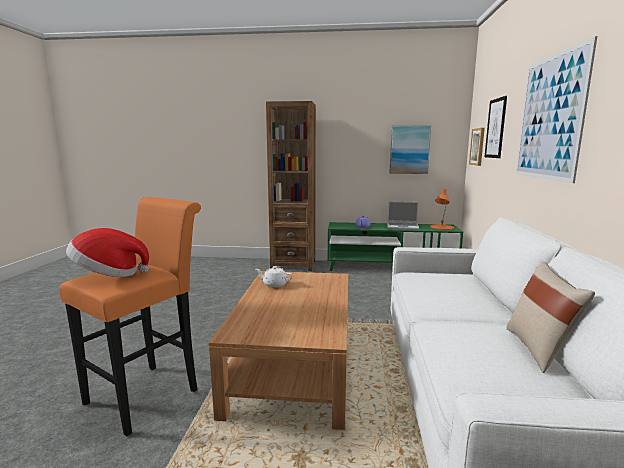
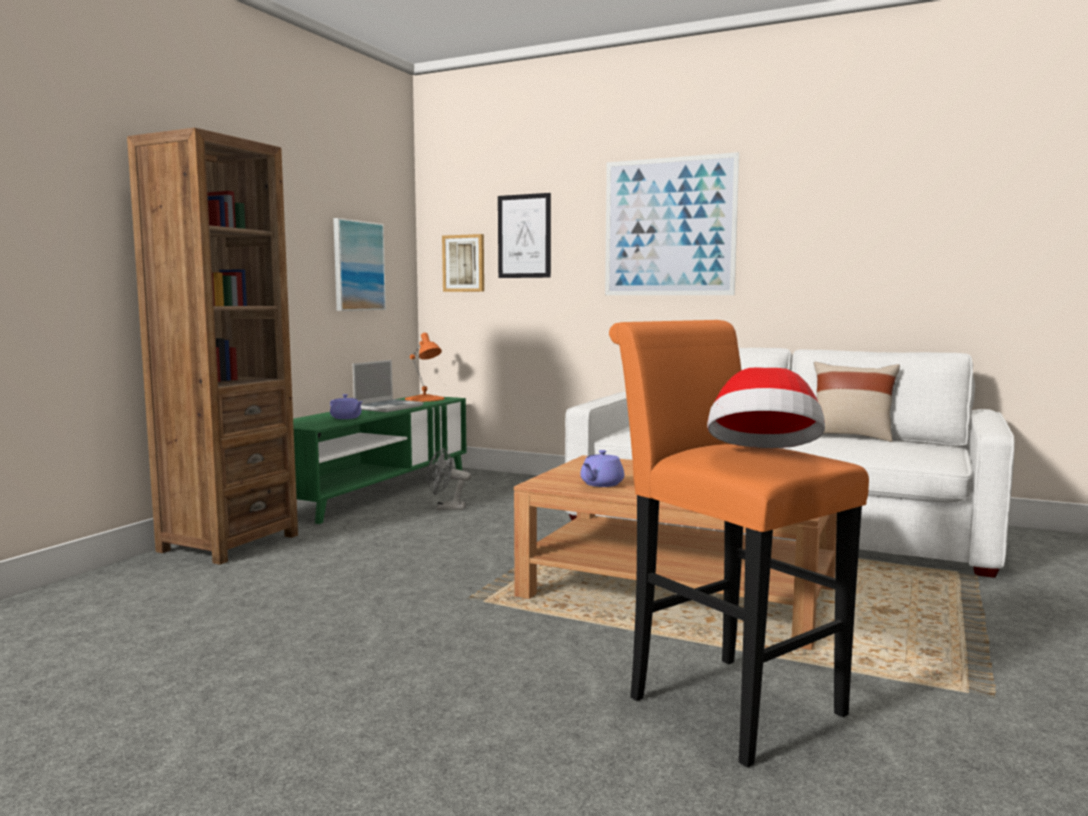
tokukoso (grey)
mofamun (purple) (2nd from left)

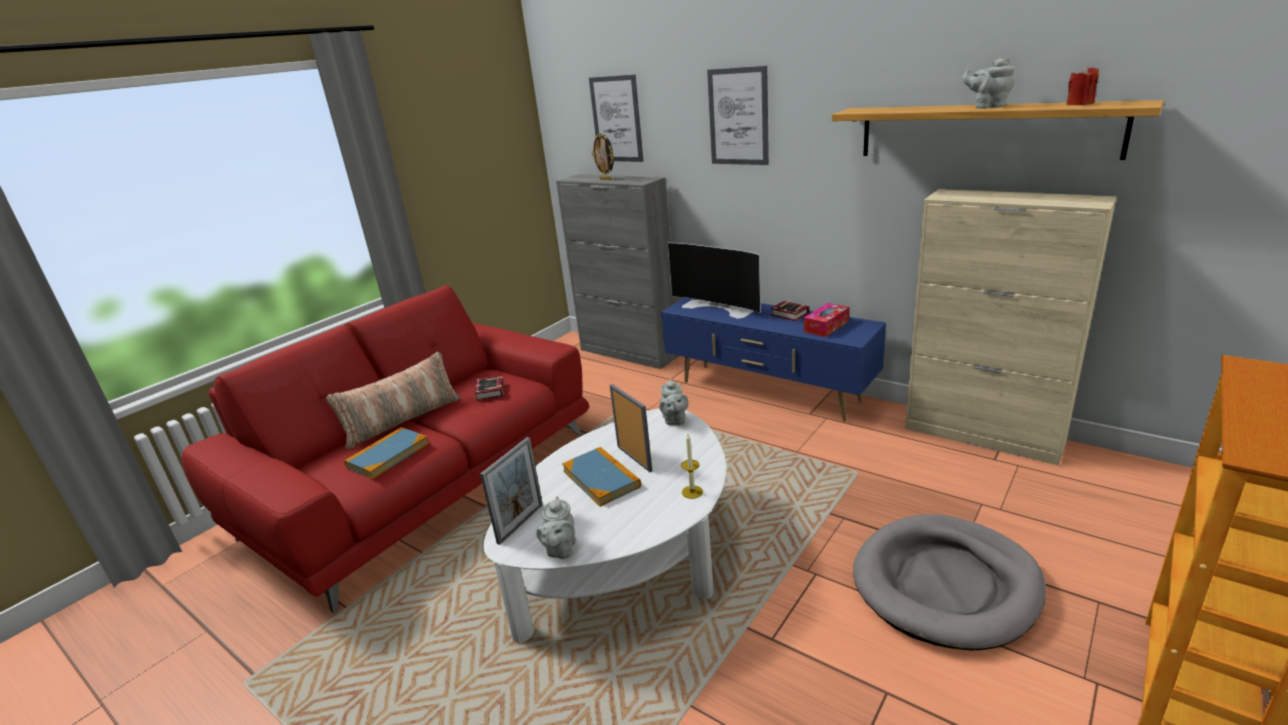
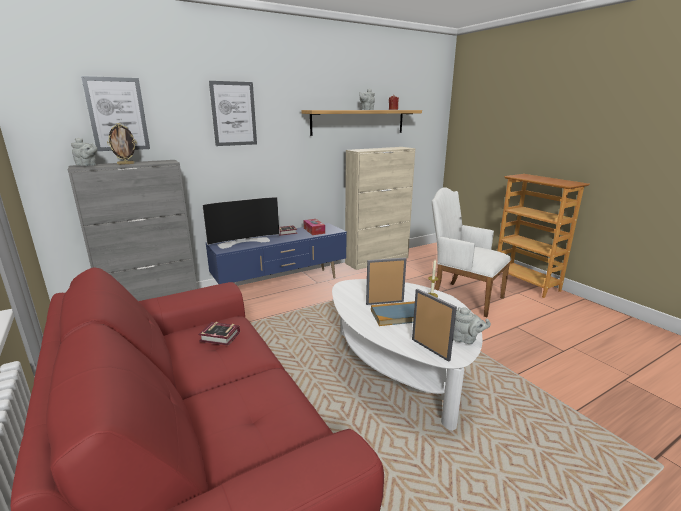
mofamun (grey) (1st from left)
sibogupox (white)
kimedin
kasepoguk (1st from left in the first image)

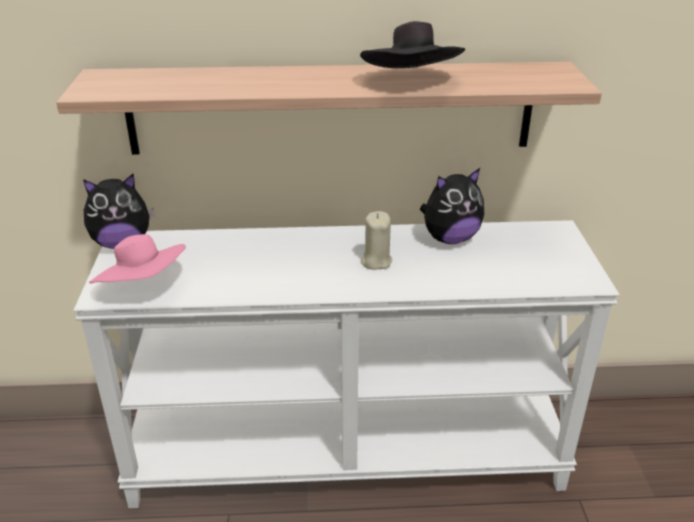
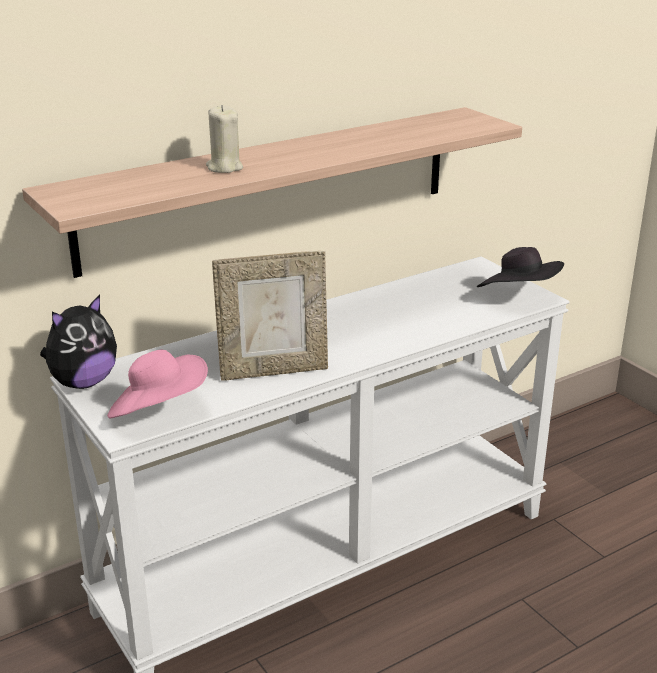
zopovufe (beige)
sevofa
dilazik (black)
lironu (2nd from left in the first image)

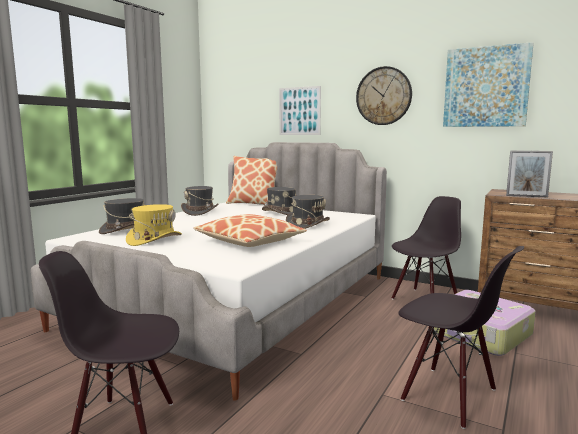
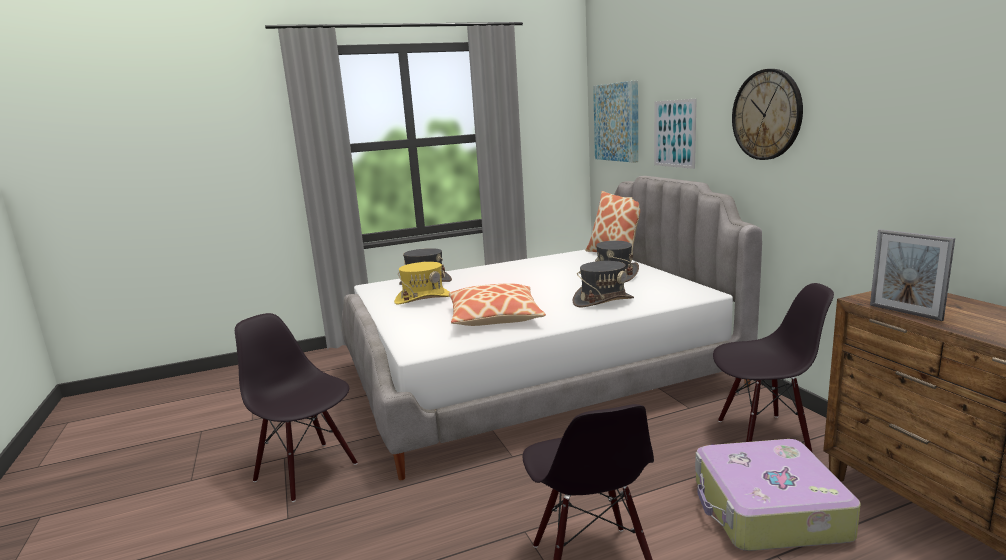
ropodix (1st from left)
dilazik (grey) (2nd from left in the first image)

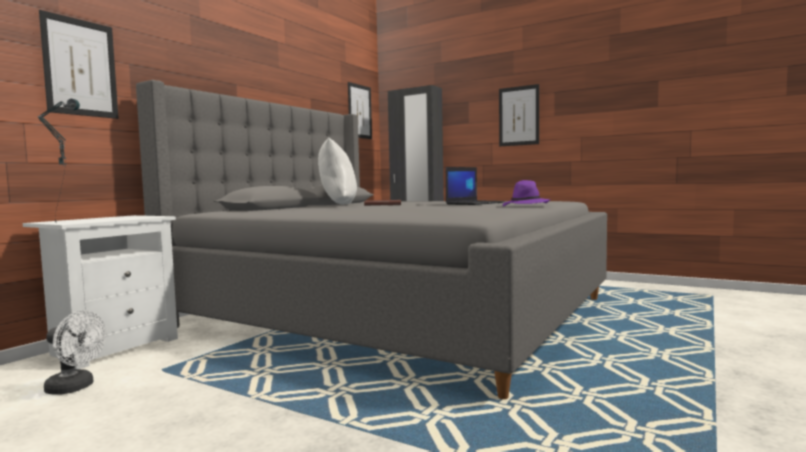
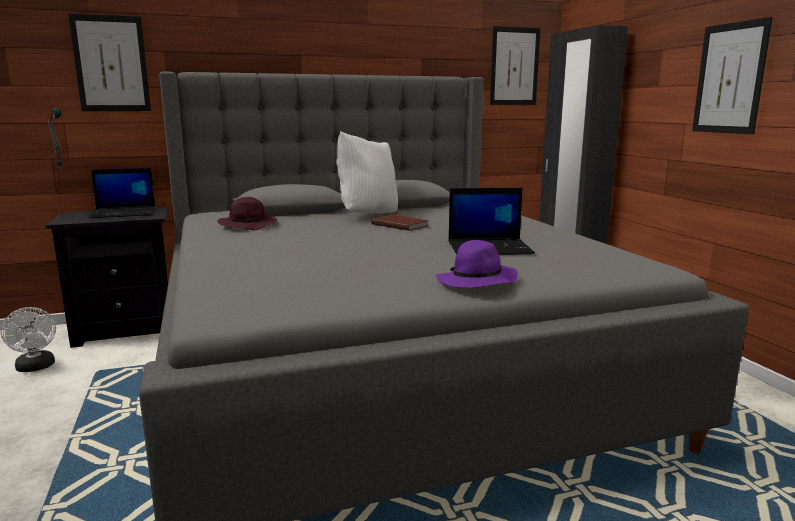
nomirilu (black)
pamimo (1st from left)
dilazik (purple) (1st from left)

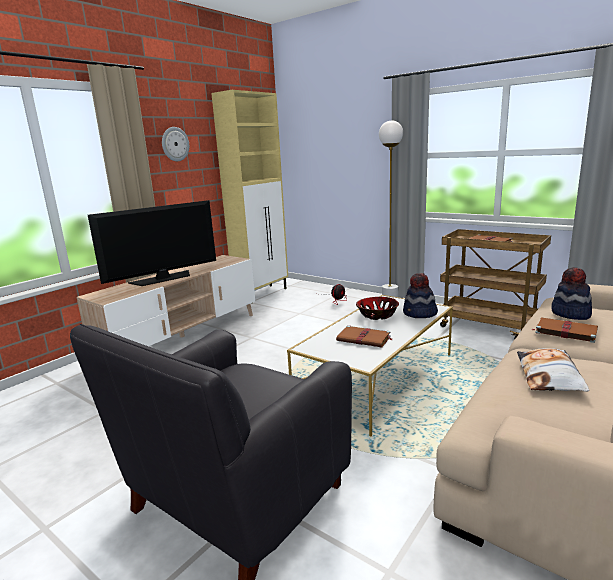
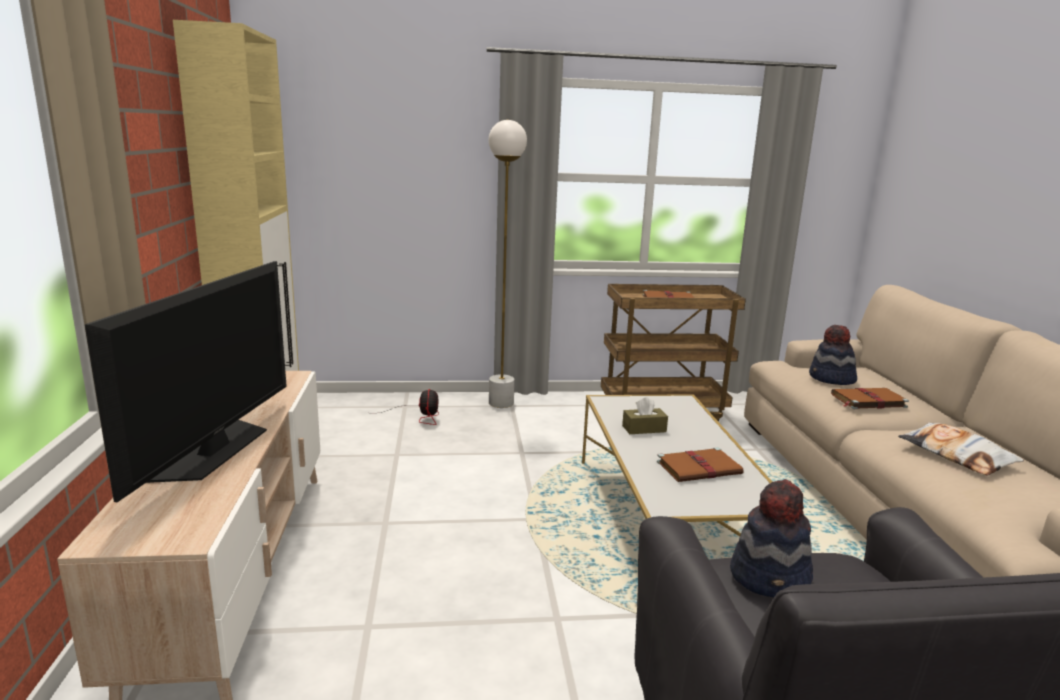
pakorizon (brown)
dilazik (1st from left)
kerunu

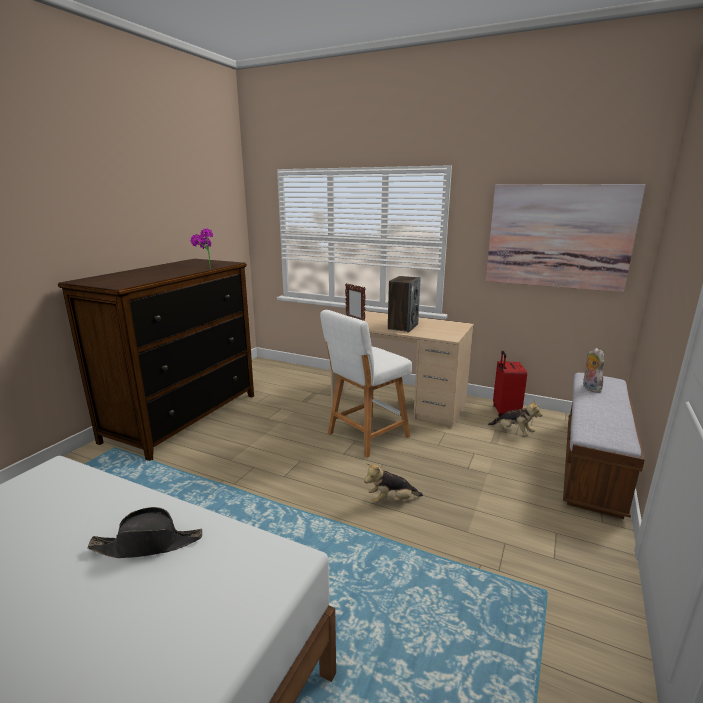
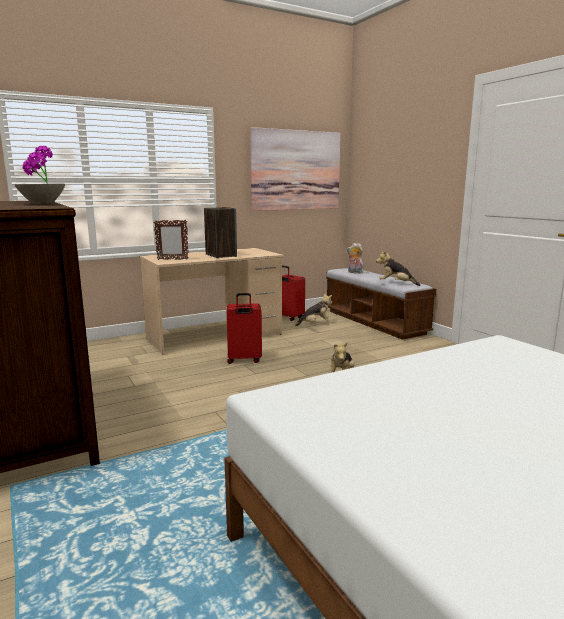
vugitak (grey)
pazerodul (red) (1st from left)
lironu (4th from left)
dilazik (black)

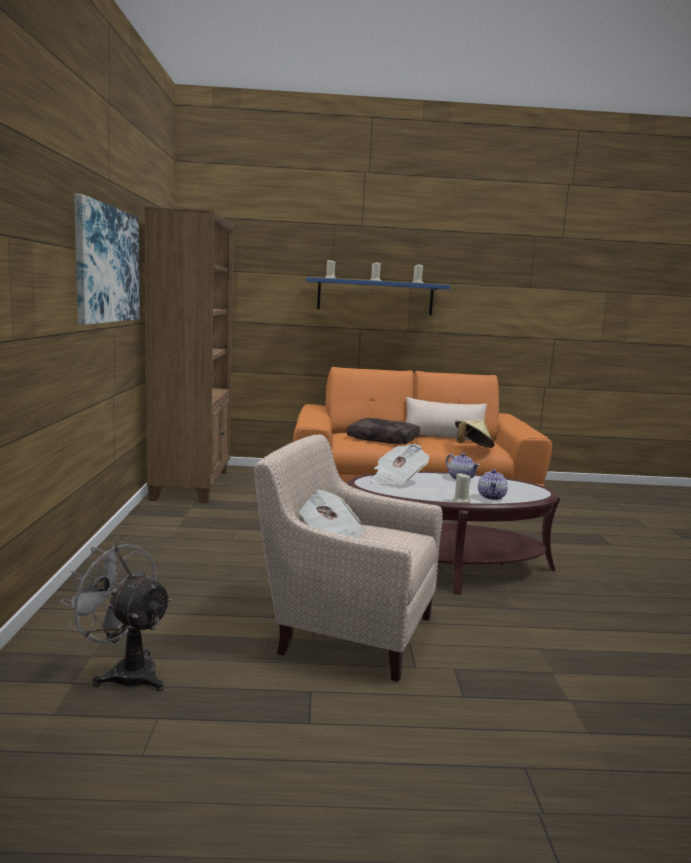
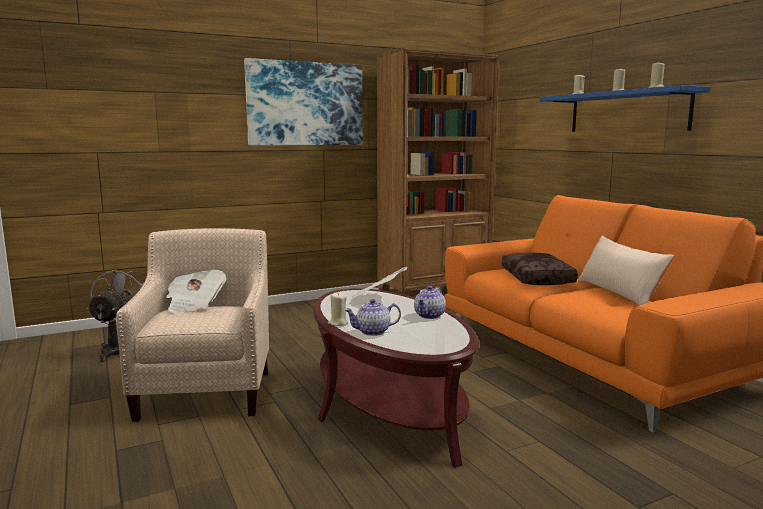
dilazik (beige)

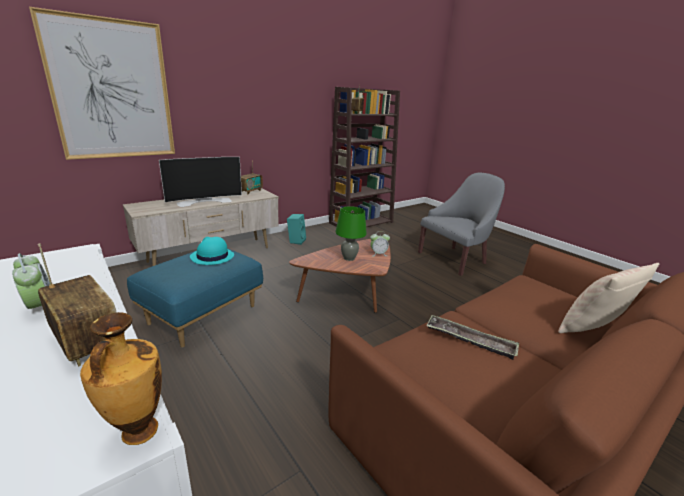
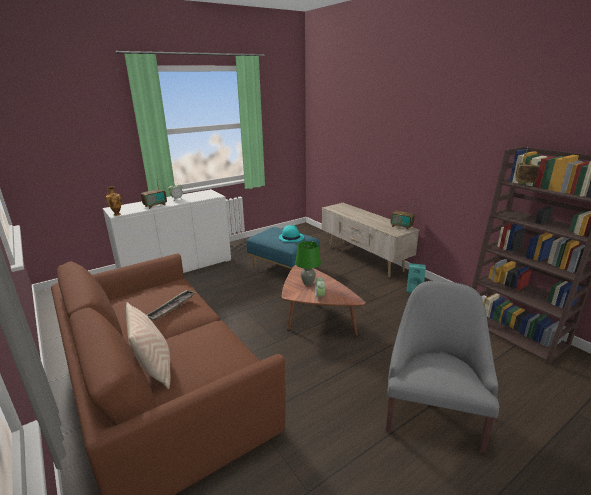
sibogupox (grey)
ropodix
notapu

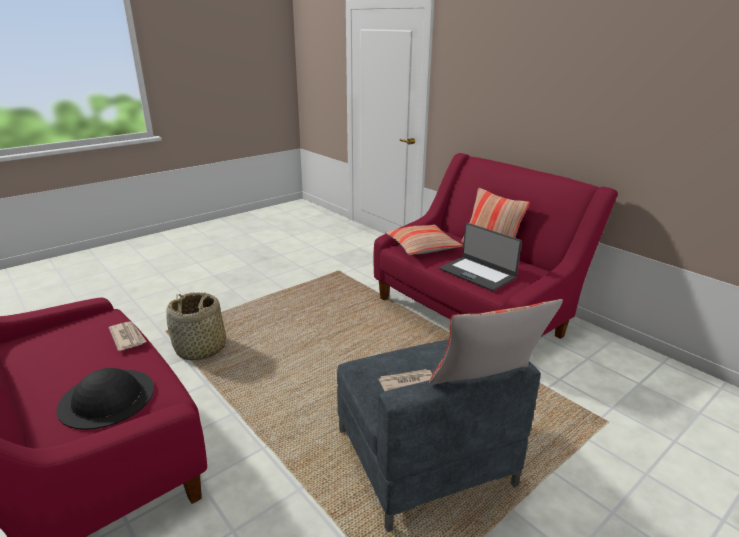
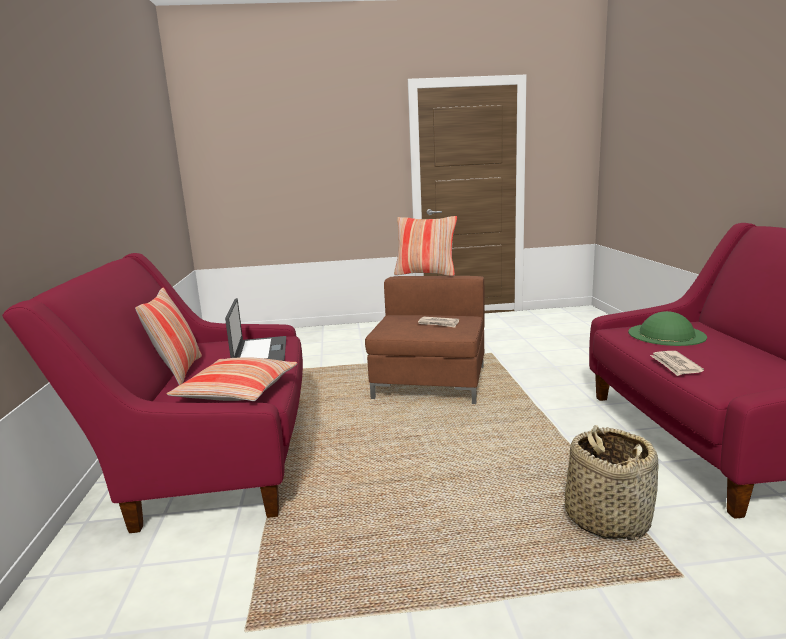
sibogupox (brown)
dilazik (green)

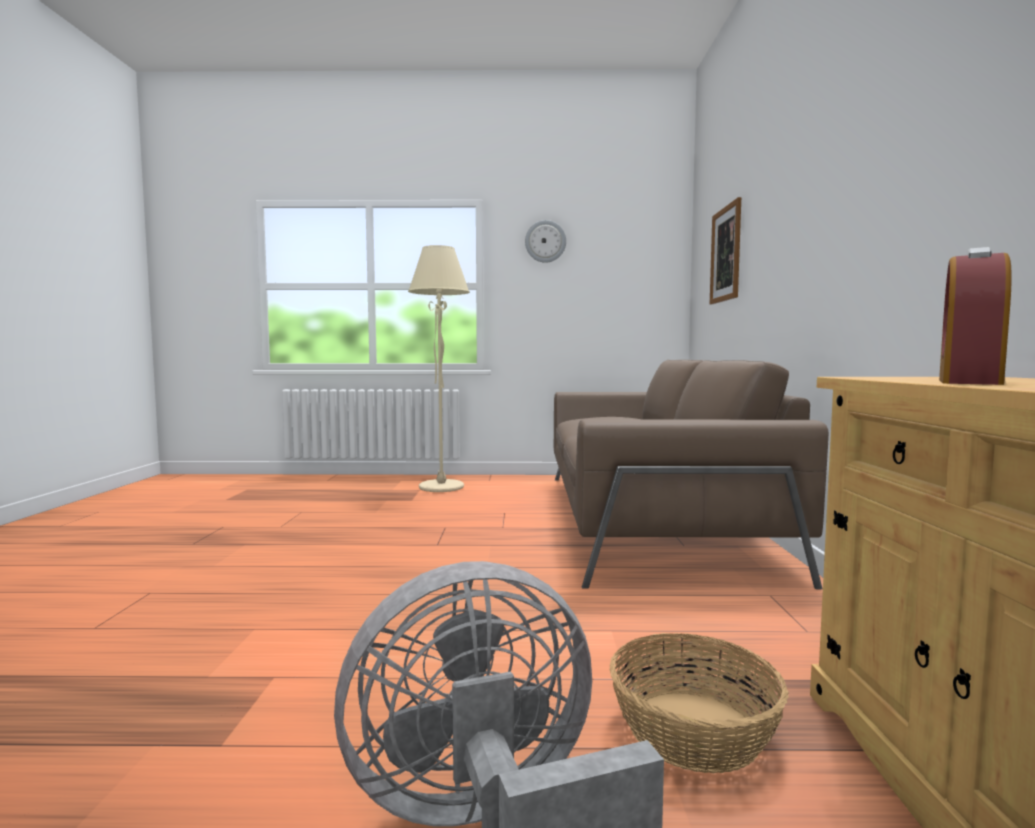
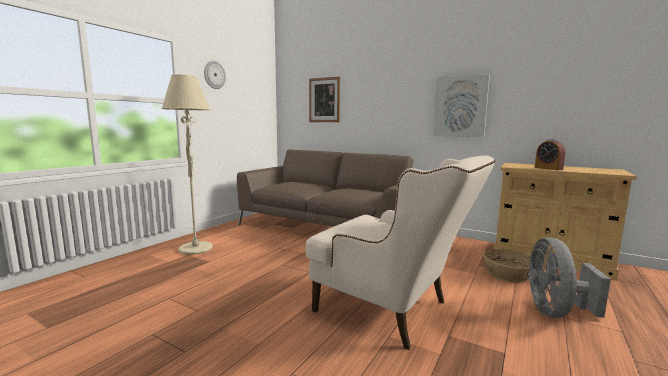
sibogupox (beige)
ropodix (2nd from left)

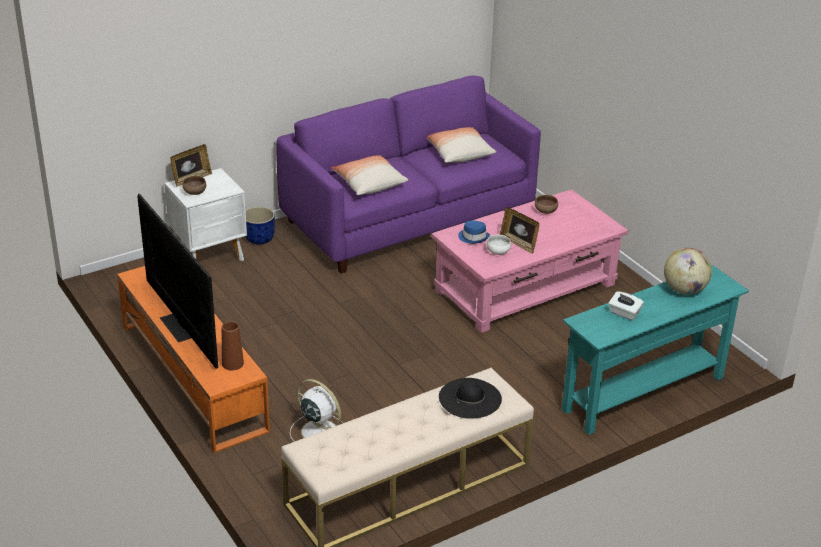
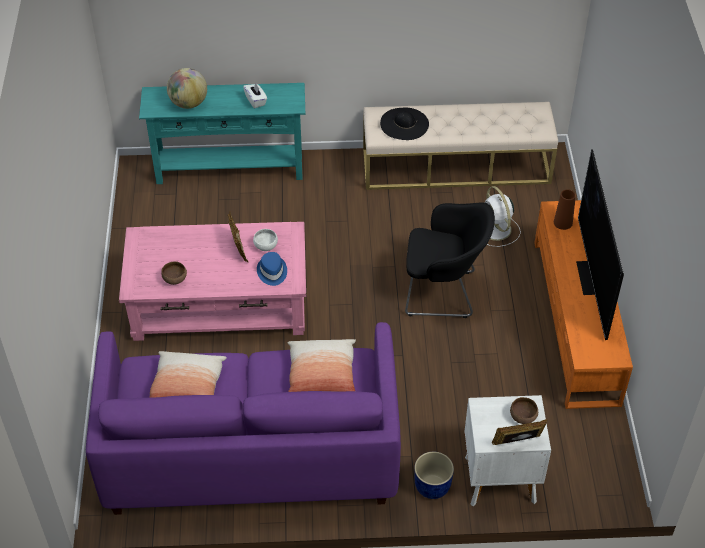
sibogupox (black)

